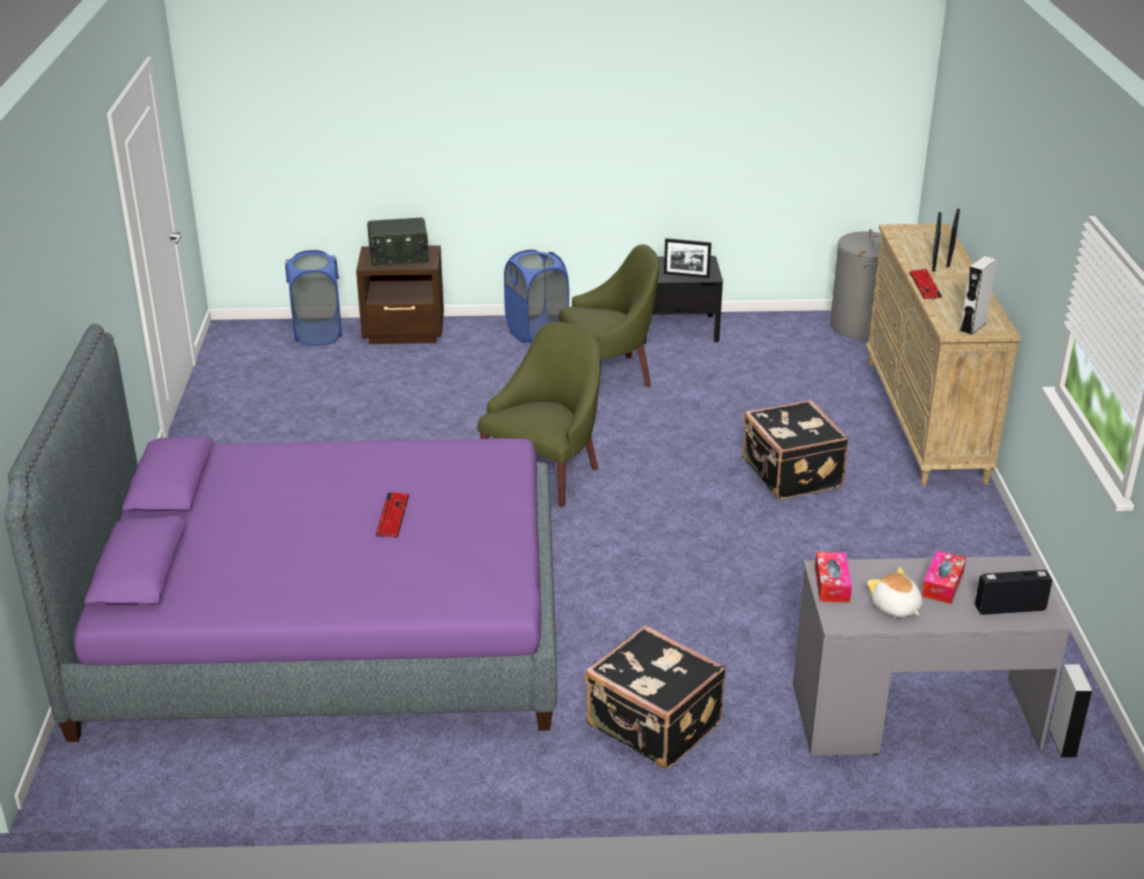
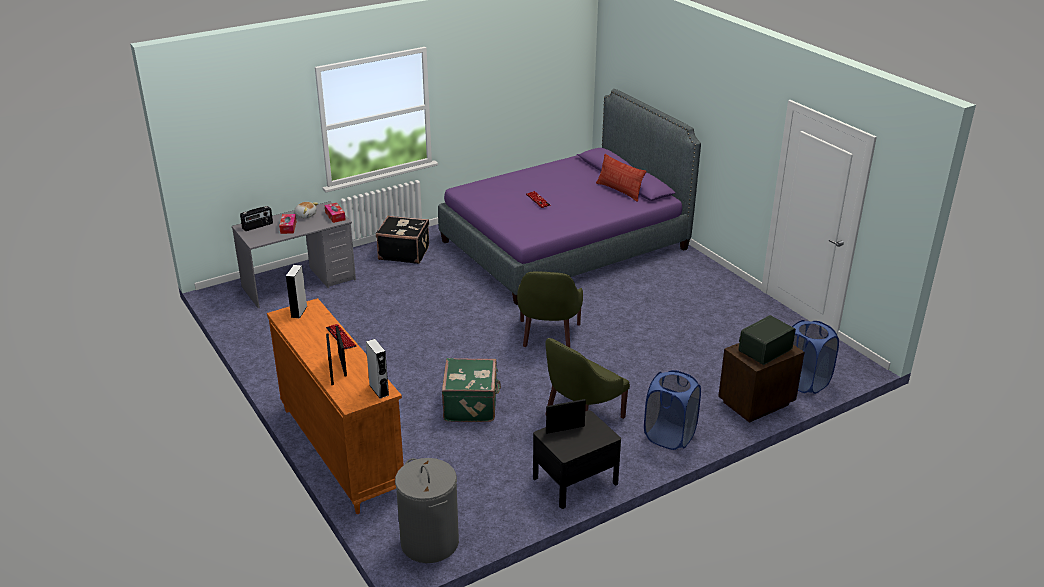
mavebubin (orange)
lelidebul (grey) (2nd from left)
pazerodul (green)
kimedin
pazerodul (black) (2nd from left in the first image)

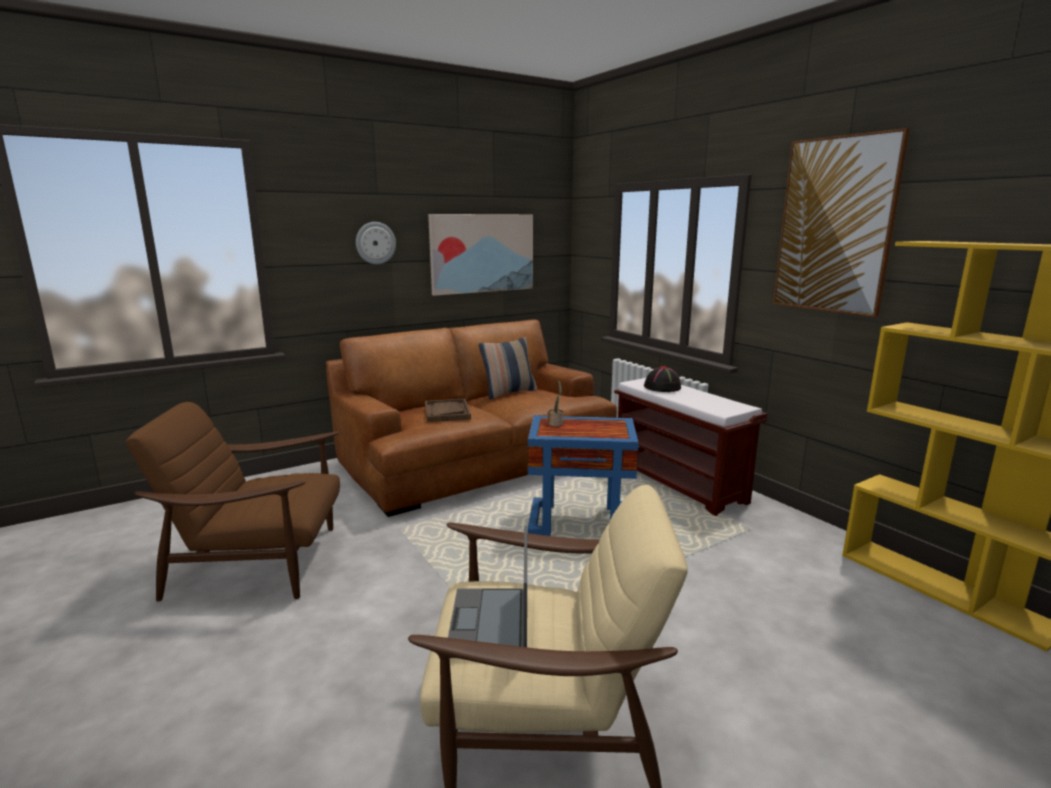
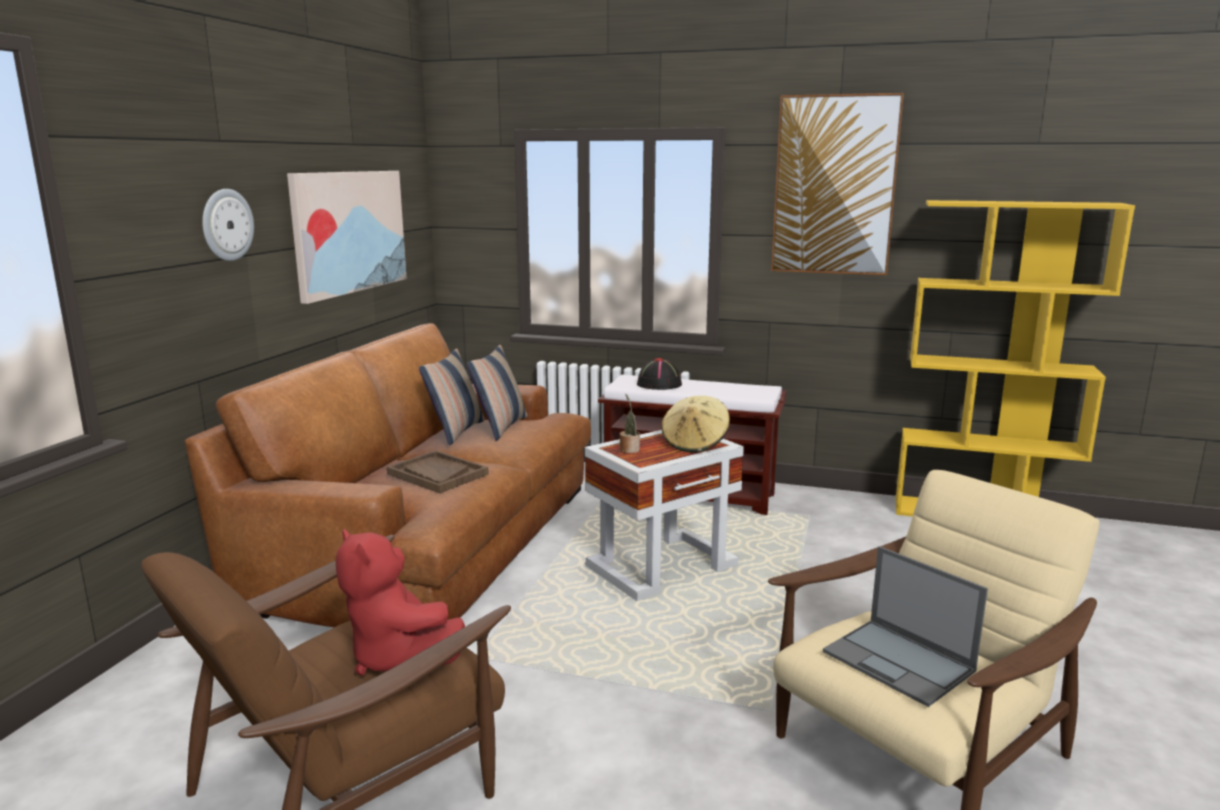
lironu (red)
kimedin (2nd from left)
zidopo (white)
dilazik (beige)

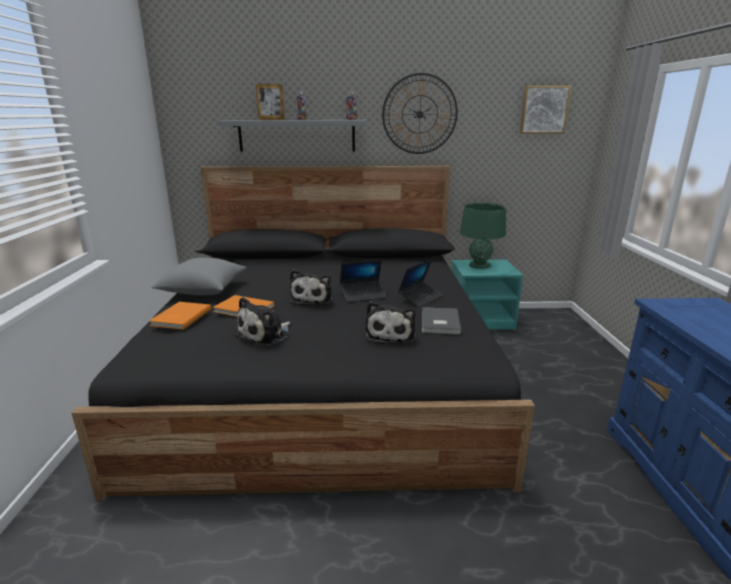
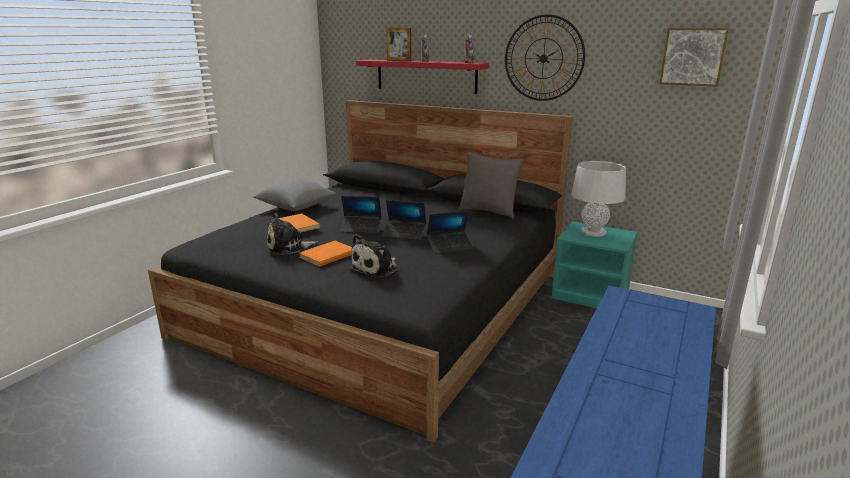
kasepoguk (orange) (2nd from left)
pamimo (1st from left)
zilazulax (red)
kimedin (grey) (2nd from left)
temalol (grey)
kasepoguk (grey)

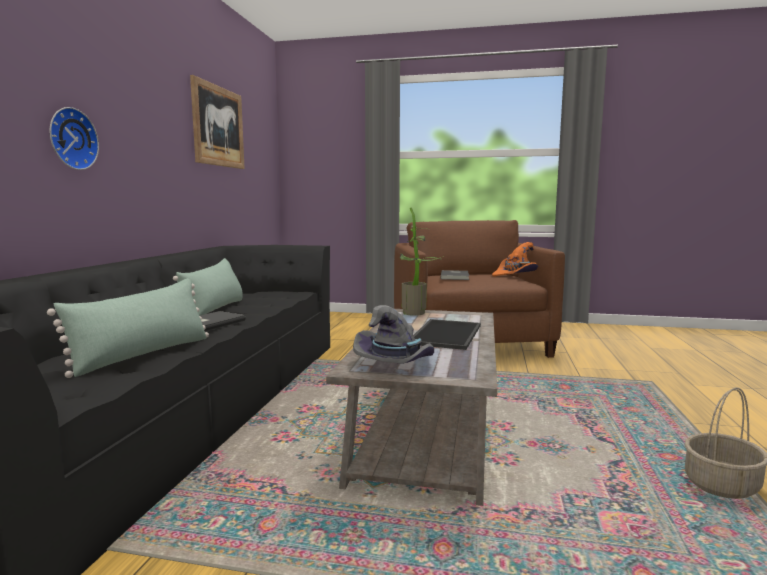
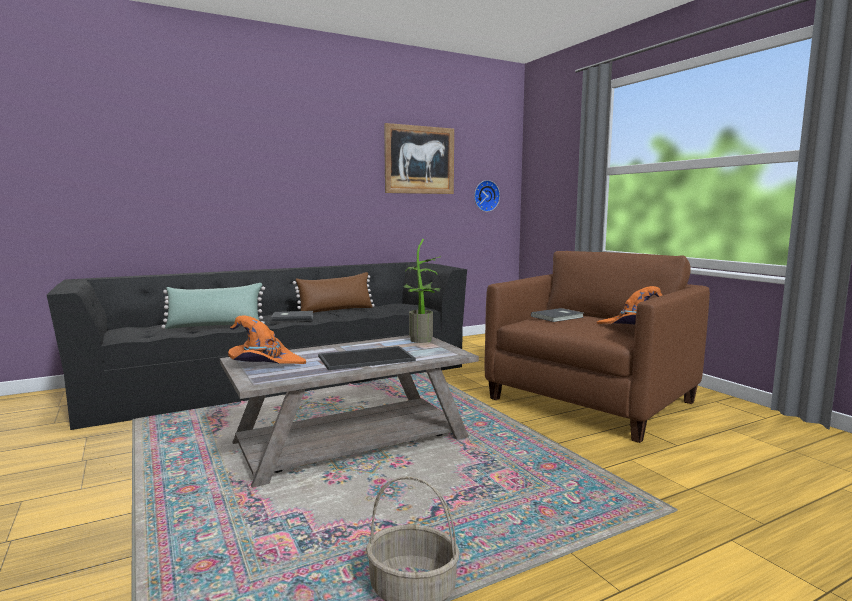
dilazik (orange) (1st from left)
kimedin (brown)
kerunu

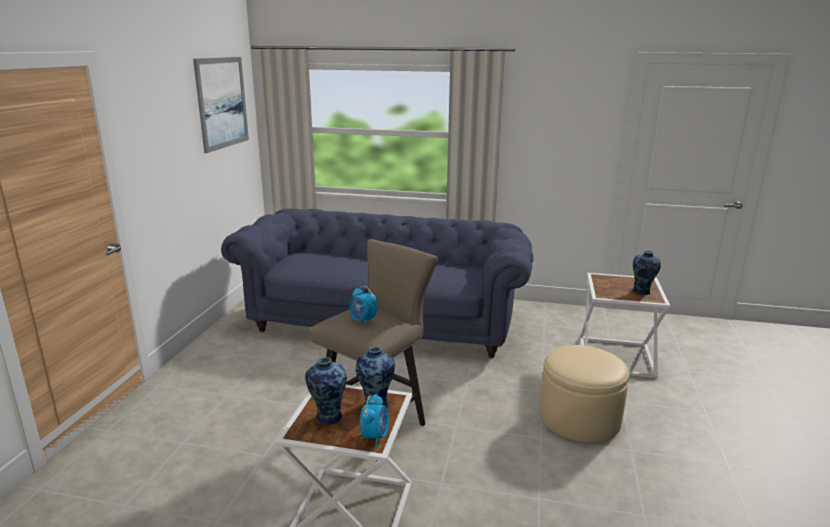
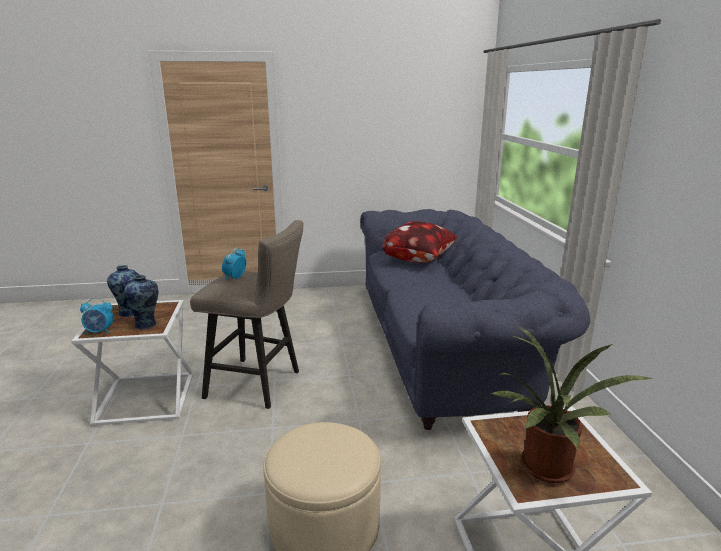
kimedin
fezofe
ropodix

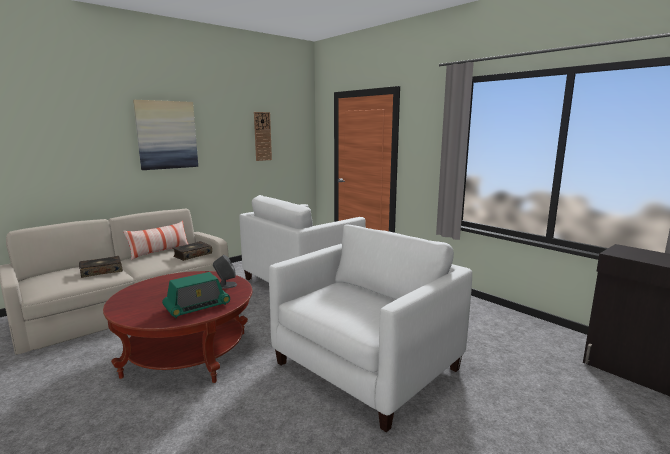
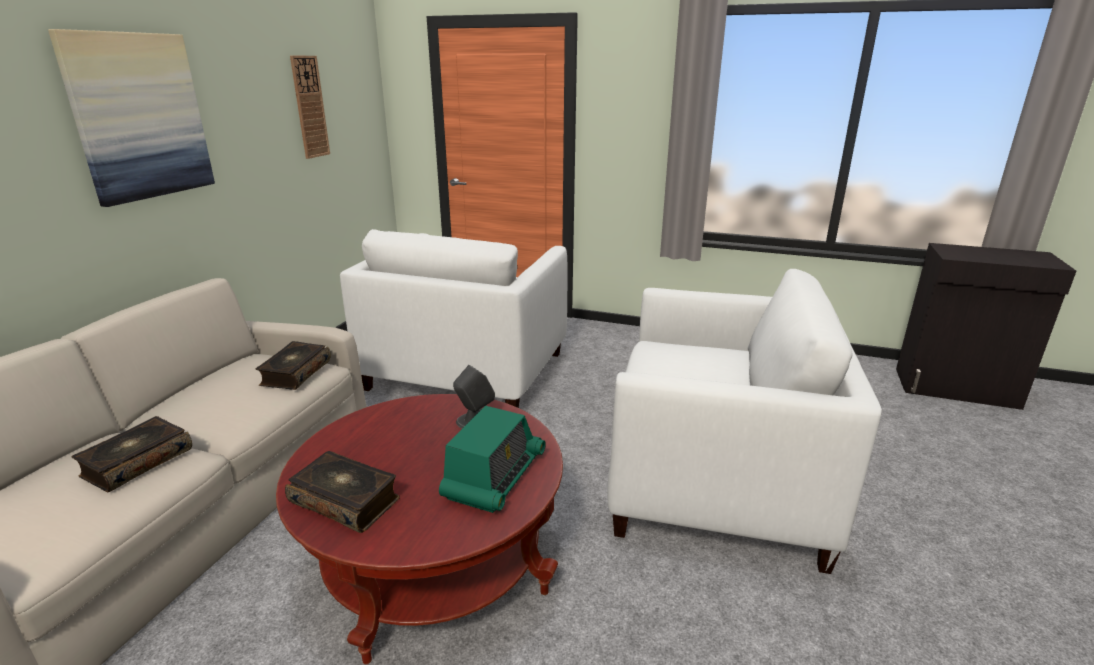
kasepoguk (3rd from left)
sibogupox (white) (2nd from left)
kimedin

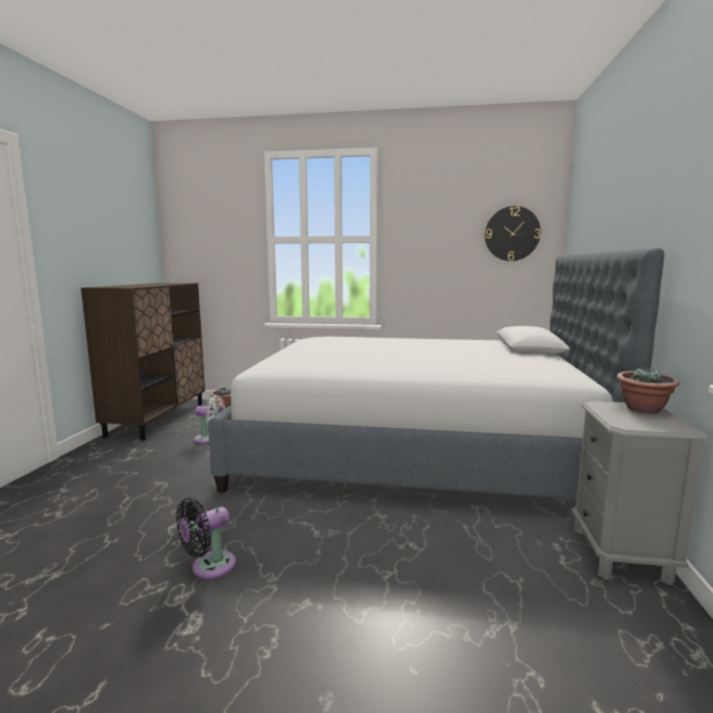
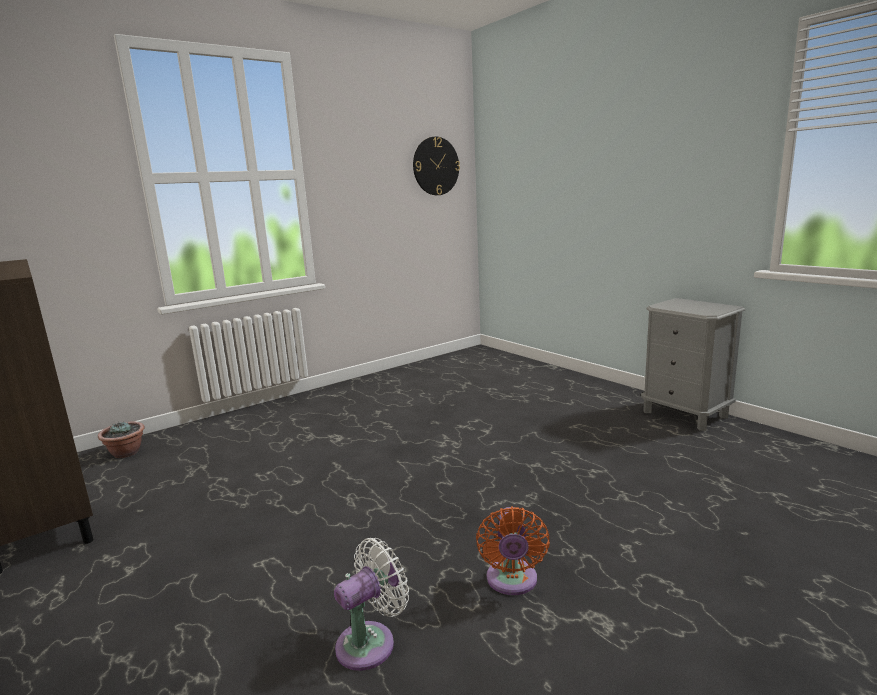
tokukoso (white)
tokukoso (orange)
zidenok
fezofe (2nd from left in the first image)

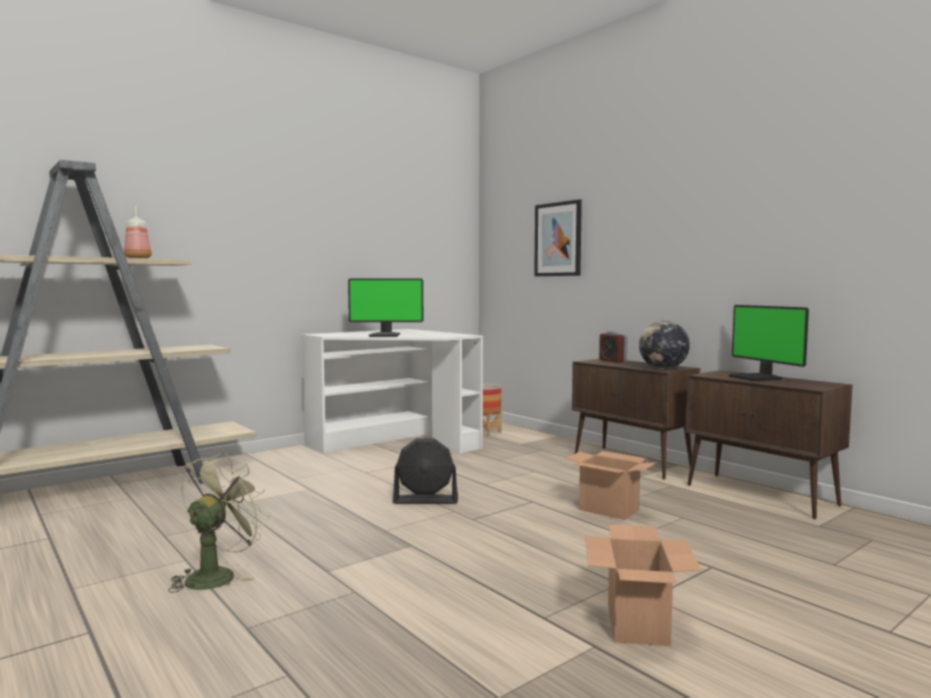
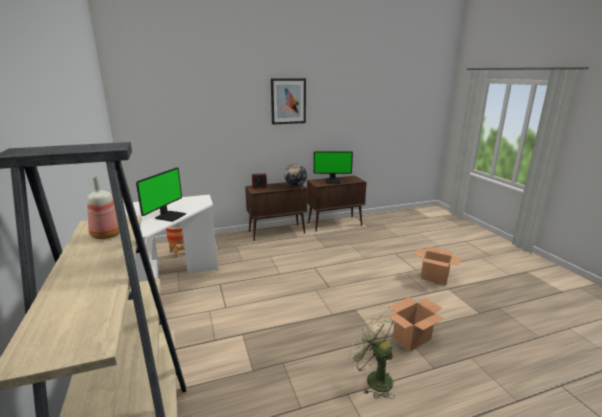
ropodix
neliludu (1st from left)
tokukoso (black)

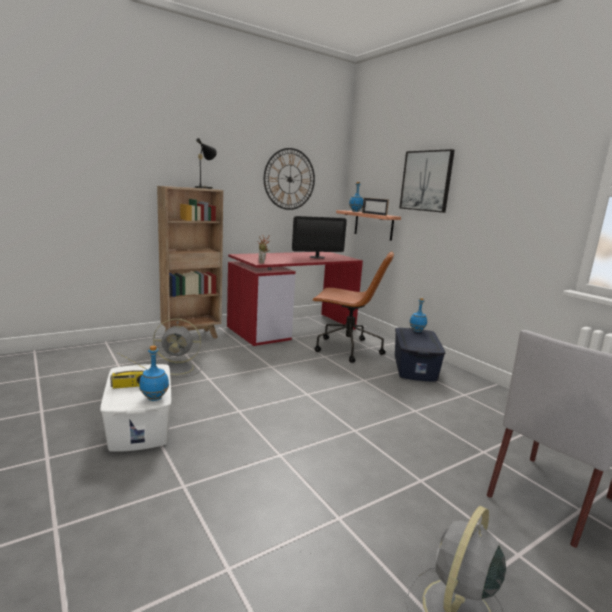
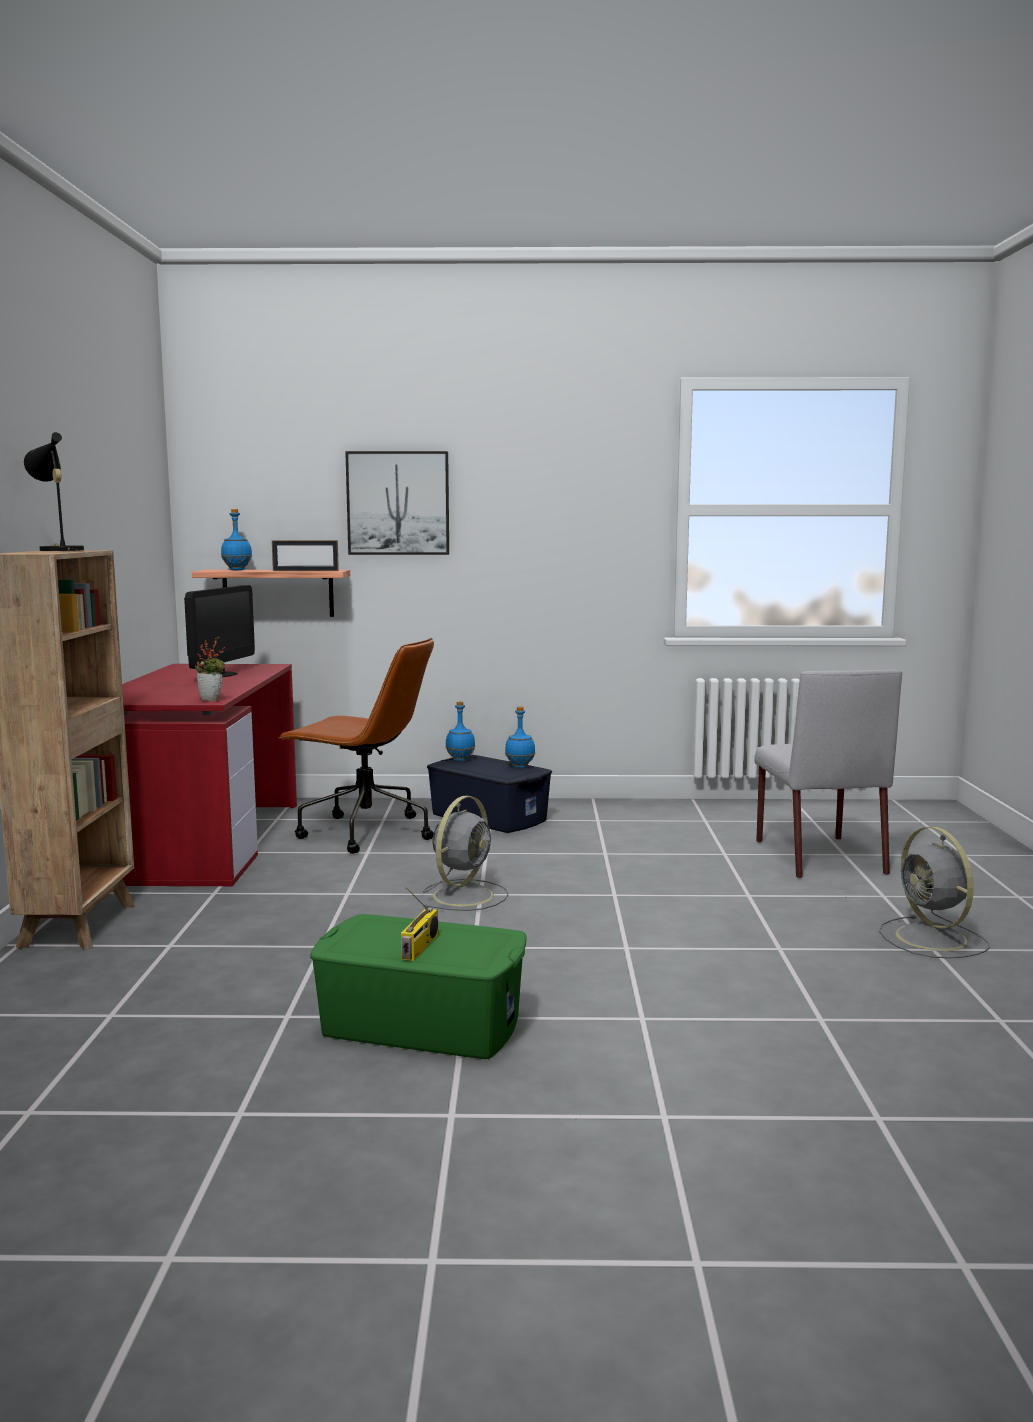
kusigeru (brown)
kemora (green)
tokukoso (grey) (1st from left)
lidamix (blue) (3rd from left)
kerunu

